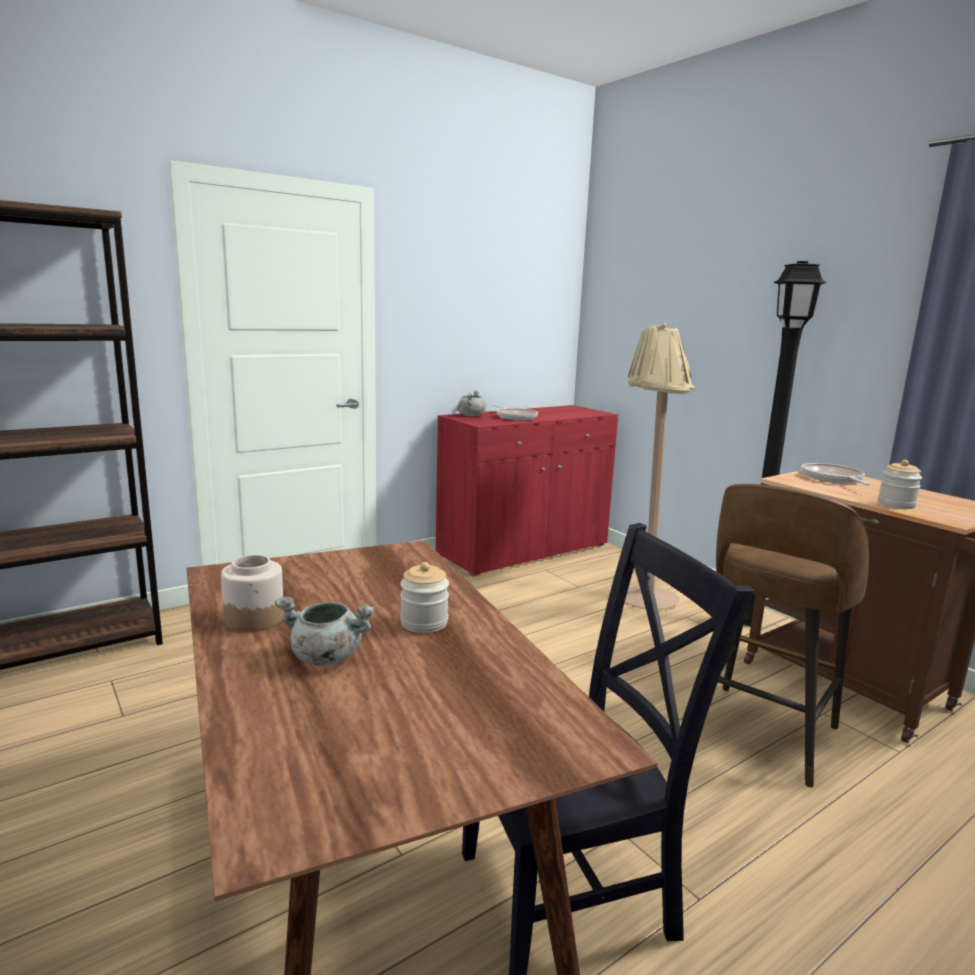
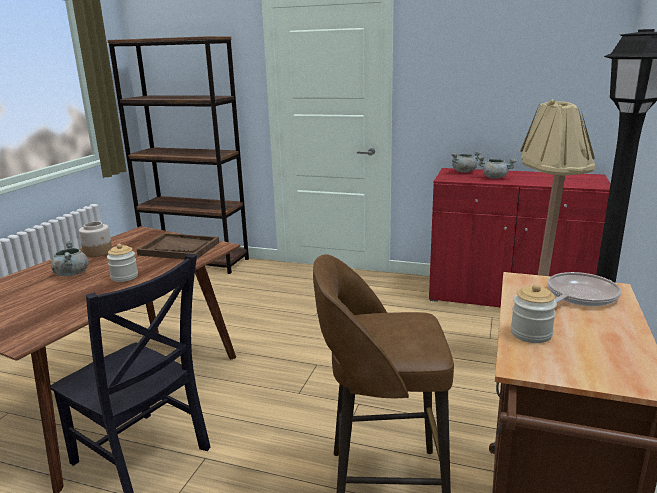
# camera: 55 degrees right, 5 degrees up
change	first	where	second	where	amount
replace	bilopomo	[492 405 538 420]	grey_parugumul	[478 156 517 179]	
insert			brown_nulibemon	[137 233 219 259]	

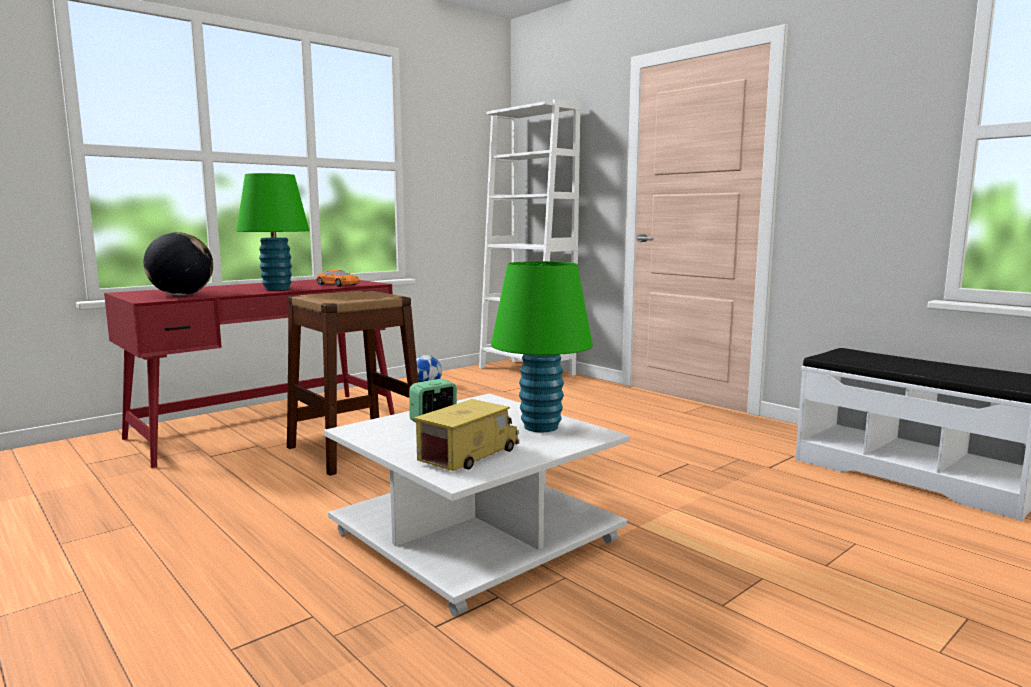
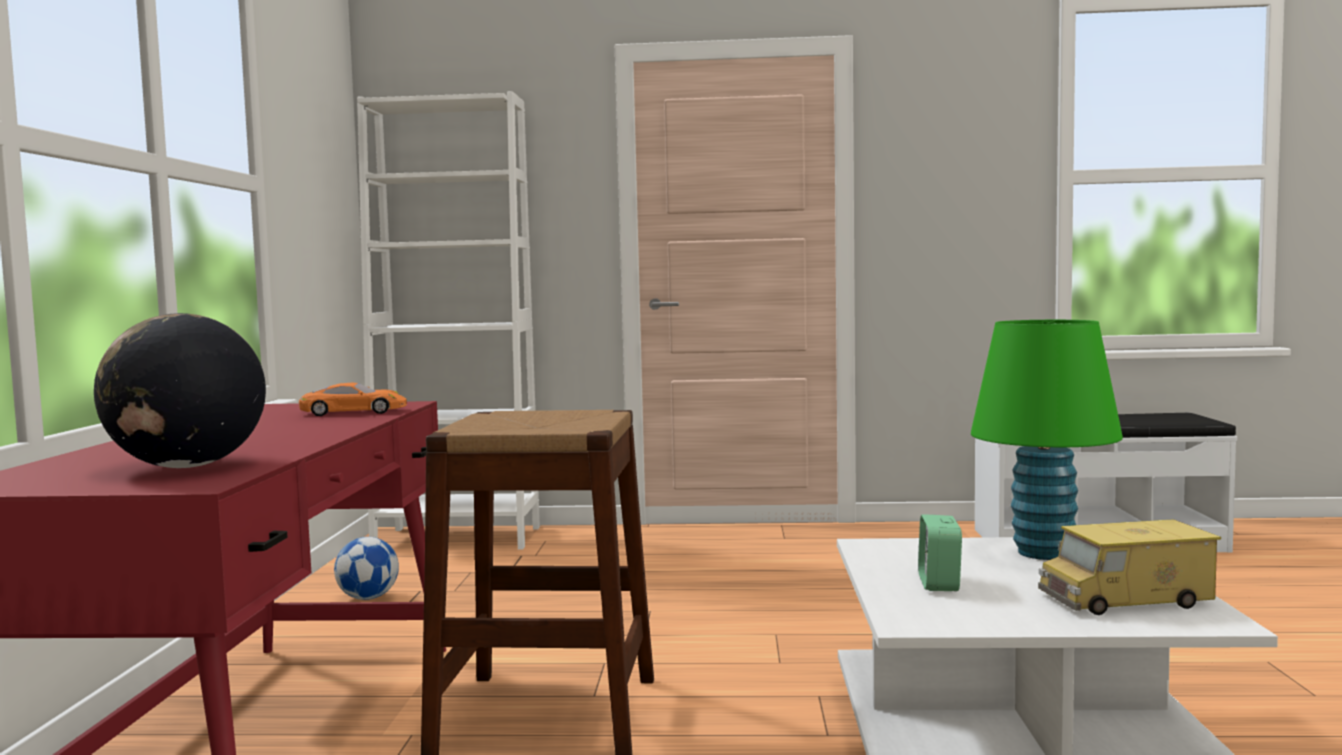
# camera: 45 degrees left, 5 degrees down
change	first	where	second	where	amount
delete	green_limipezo	[237 173 309 290]			
rotate	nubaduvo	[413 399 519 471]		[1038 519 1221 615]	90 degrees counterclockwise

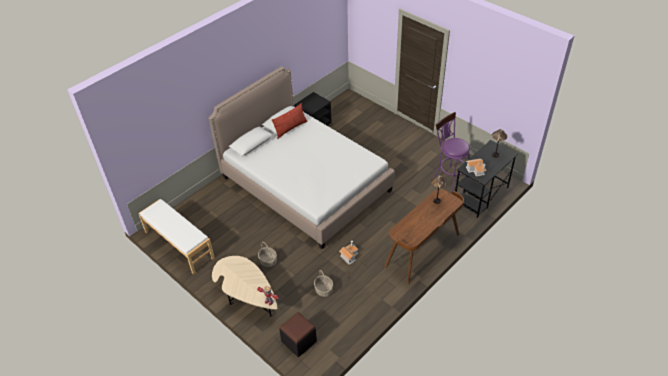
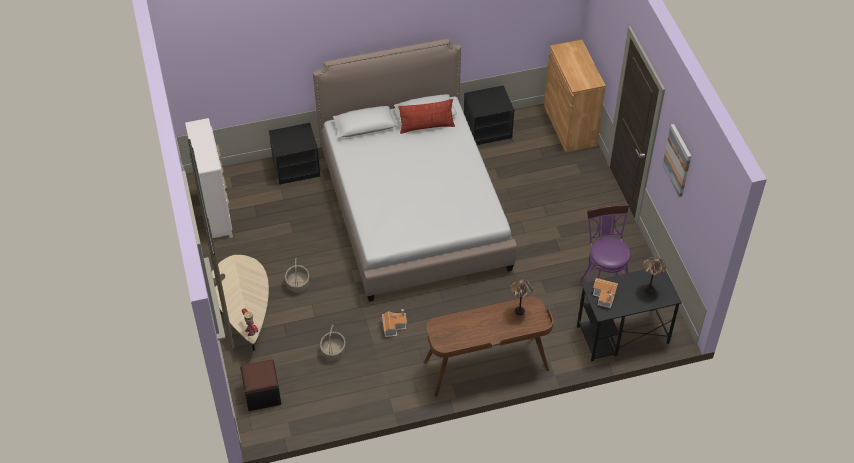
# camera: 30 degrees right, 5 degrees up
change	first	where	second	where	amount
replace	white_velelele	[138 199 215 274]	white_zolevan	[185 118 233 238]	
insert			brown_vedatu	[544 40 606 152]	
insert			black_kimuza	[269 123 320 185]	
insert			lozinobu	[662 124 691 197]	

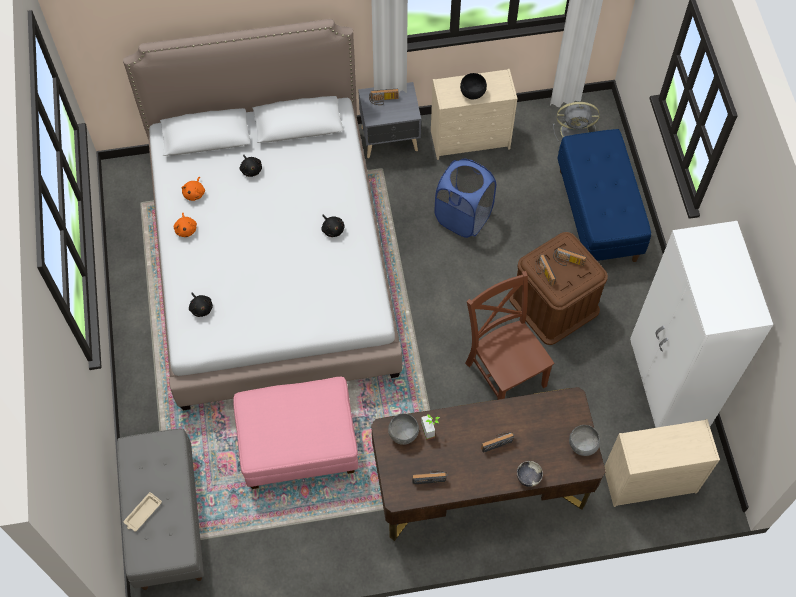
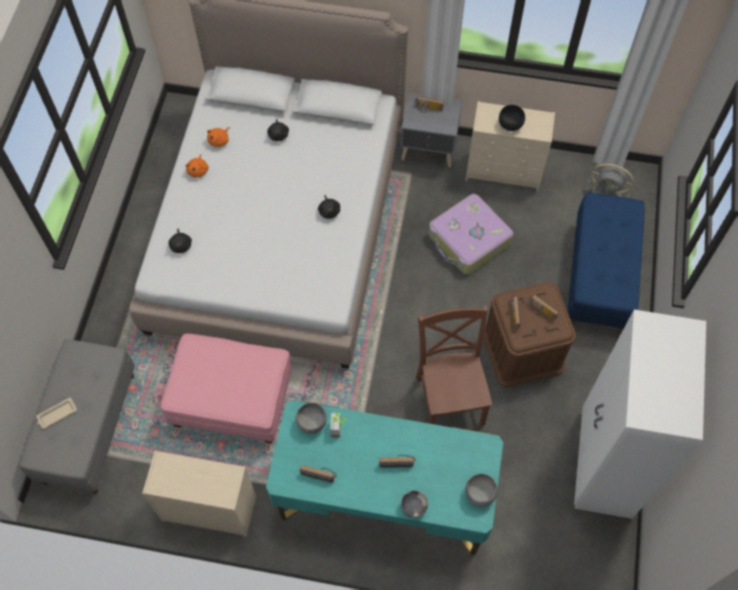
# camera: 20 degrees right, 0 degrees up
change	first	where	second	where	amount
replace	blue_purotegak	[434 159 496 238]	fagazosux	[429 194 513 275]	
recolor	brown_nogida	[371 387 606 541]	turquoise_nogida	[266 400 503 555]	
move	beige_zolevan	[604 419 720 507]		[142 450 256 537]	

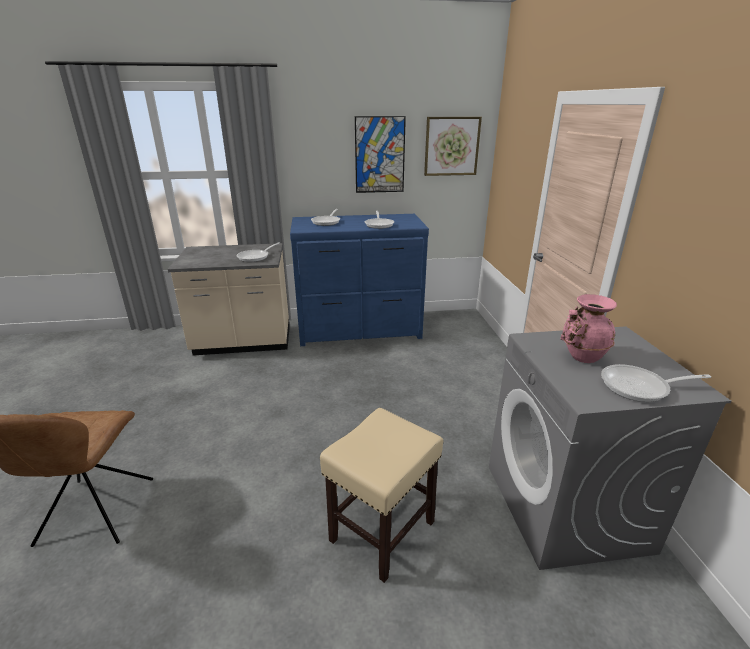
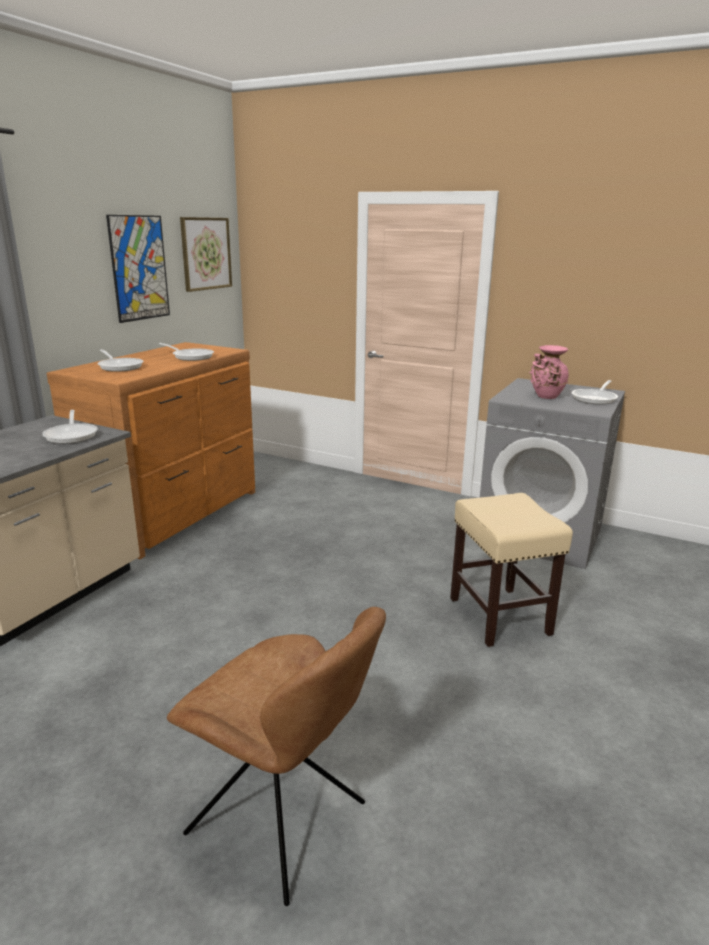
# camera: 55 degrees left, 5 degrees down
change	first	where	second	where	amount
recolor	blue_zolevan	[290 214 429 346]	brown_zolevan	[47 342 255 559]	

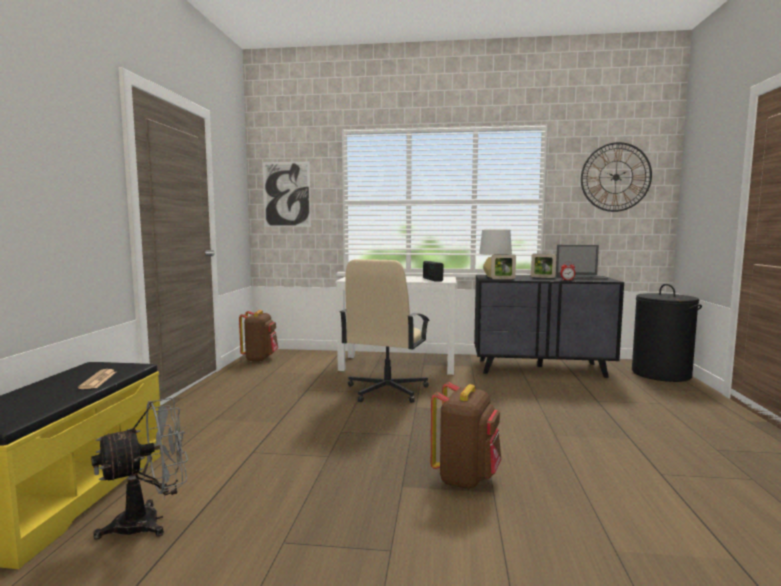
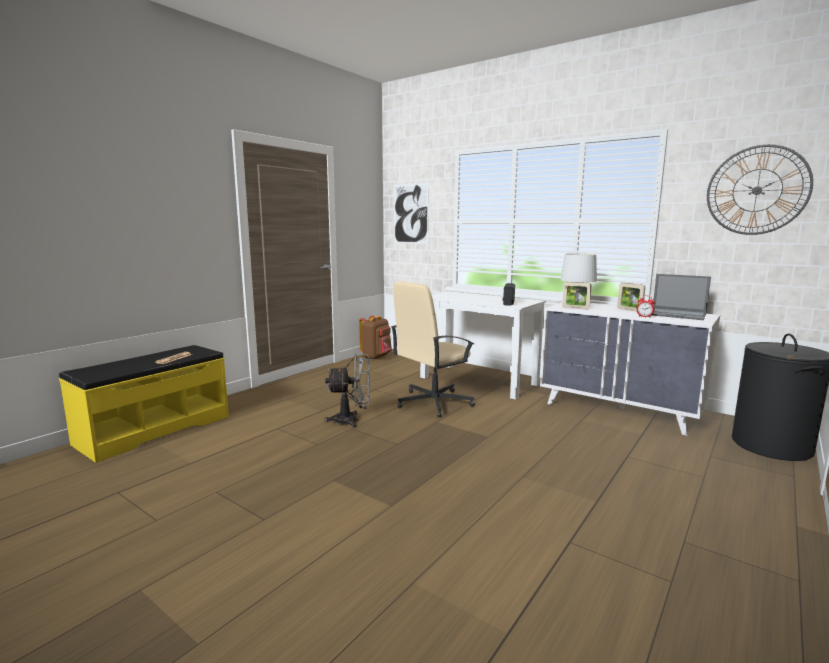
# camera: 30 degrees right, 5 degrees up
change	first	where	second	where	amount
recolor	black_zolevan	[474 275 624 378]	white_zolevan	[540 302 720 436]	
delete	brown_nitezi	[431 382 501 489]			
move	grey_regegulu	[91 398 188 539]		[325 354 370 428]	

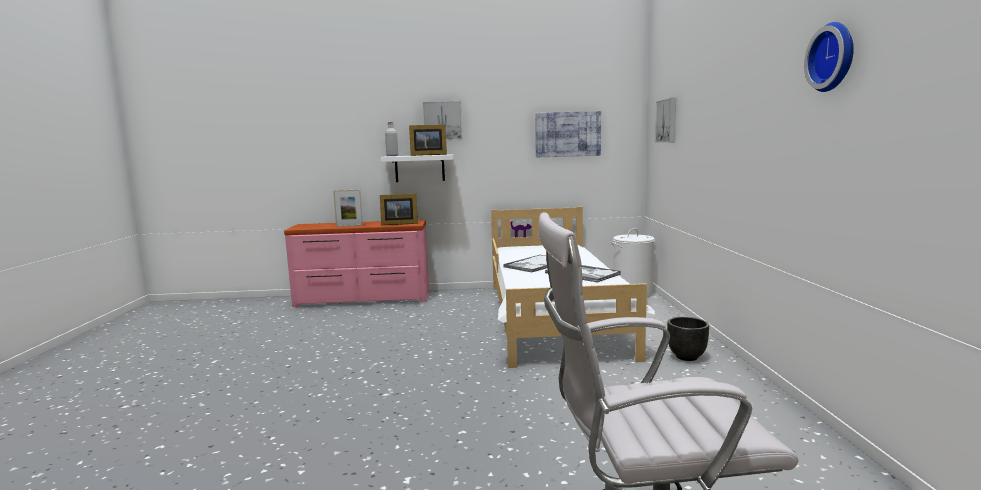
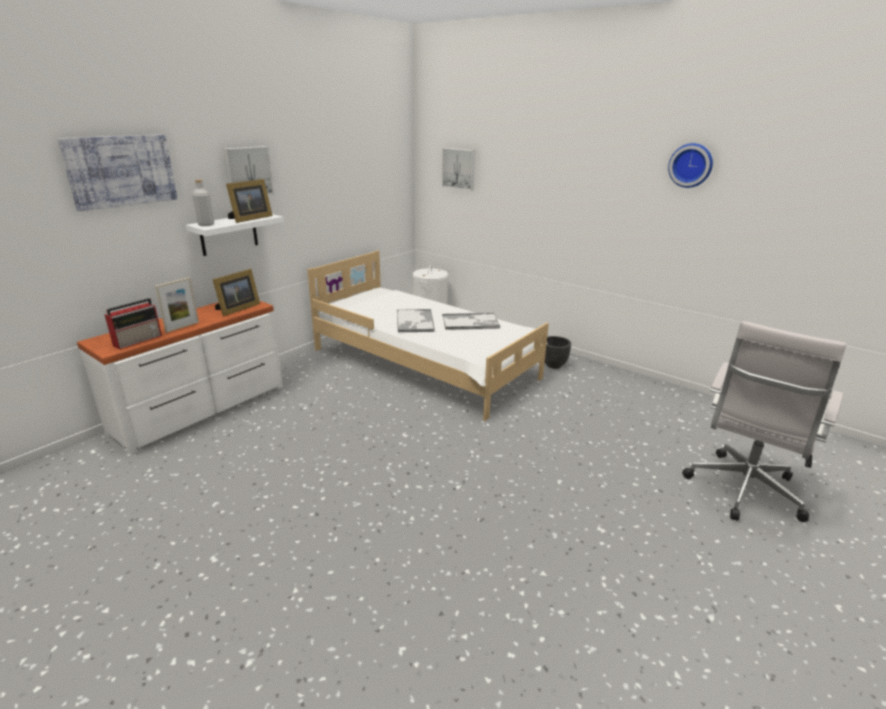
# camera: 50 degrees left, 15 degrees up
change	first	where	second	where	amount
move	lozinobu	[535 111 601 157]		[57 134 178 212]	
recolor	pink_zolevan	[284 220 429 308]	white_zolevan	[77 301 283 455]	
insert			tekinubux	[104 298 162 349]	

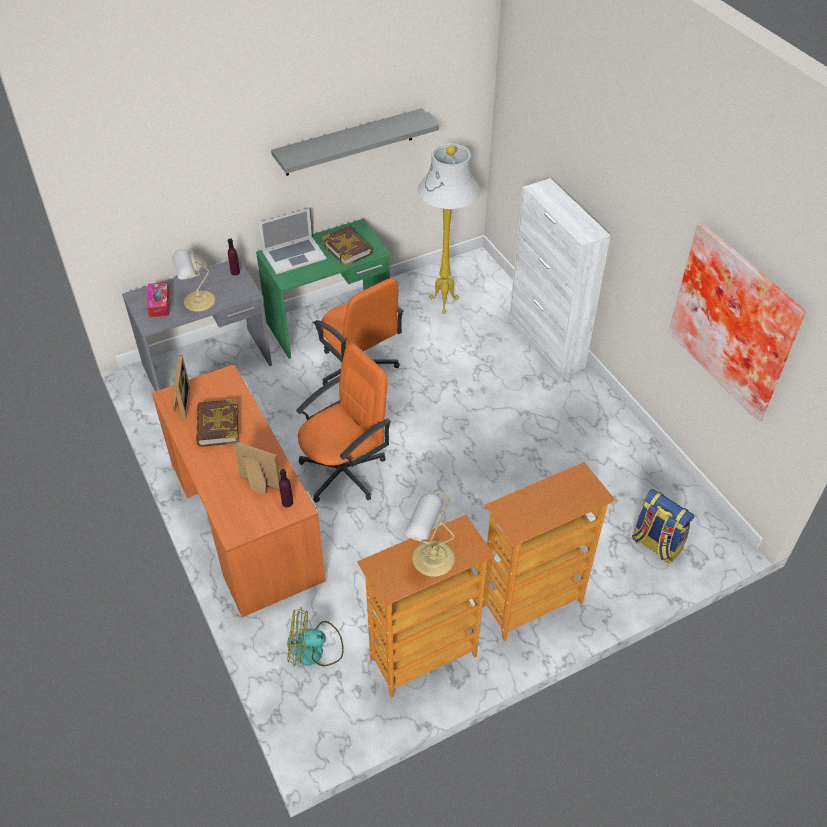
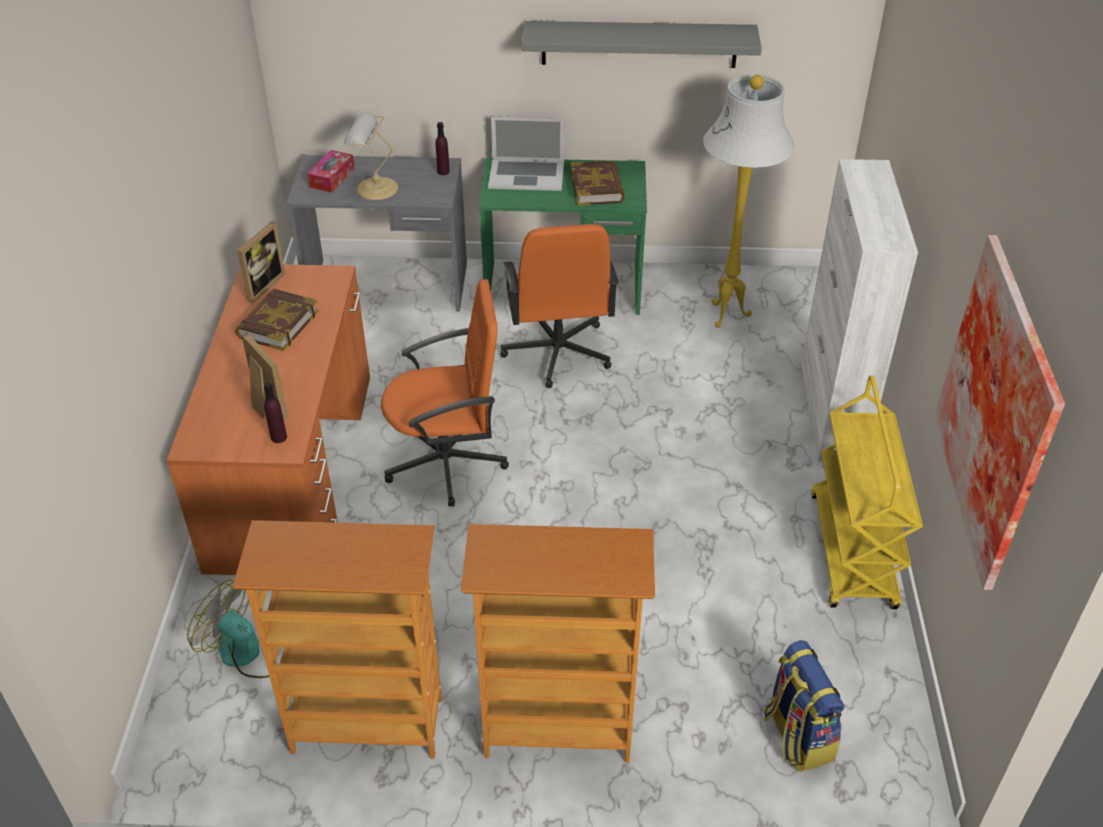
# camera: 30 degrees right, 5 degrees down
change	first	where	second	where	amount
delete	limipezo	[405 493 455 577]			
insert			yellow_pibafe	[811 376 923 609]	

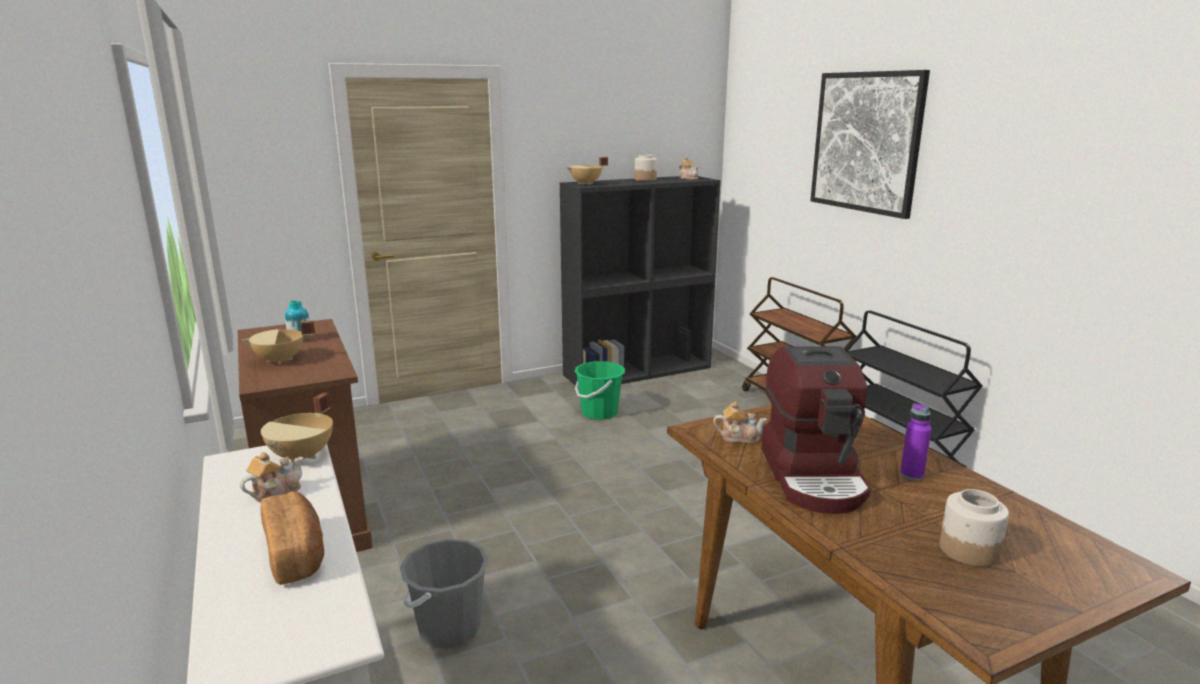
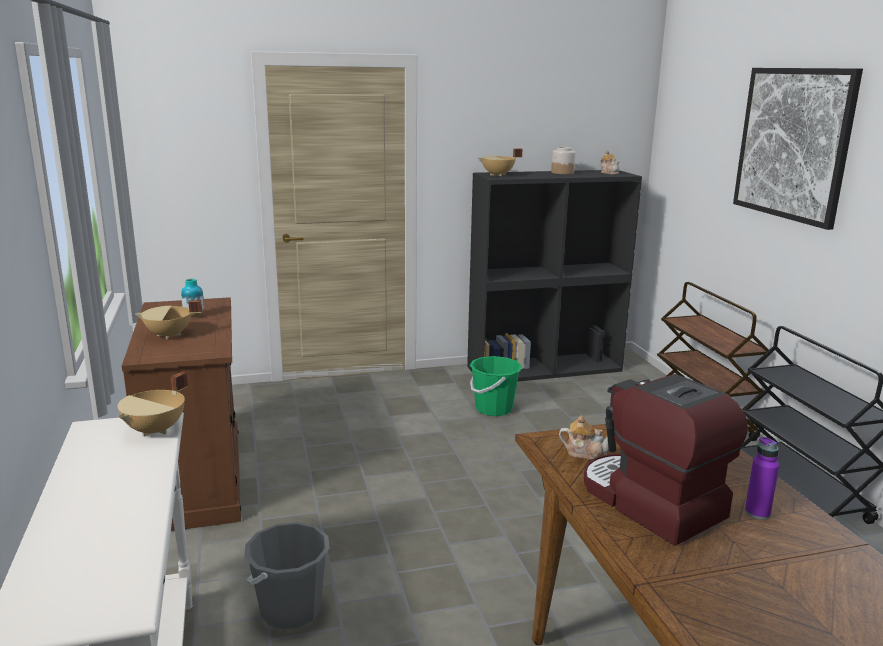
# camera: 10 degrees right, 0 degrees up
change	first	where	second	where	amount
rotate	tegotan	[761 346 871 514]		[584 374 748 546]	135 degrees clockwise
delete	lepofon	[240 452 303 503]			
delete	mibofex	[940 489 1009 567]			
delete	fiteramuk	[261 491 324 585]			

